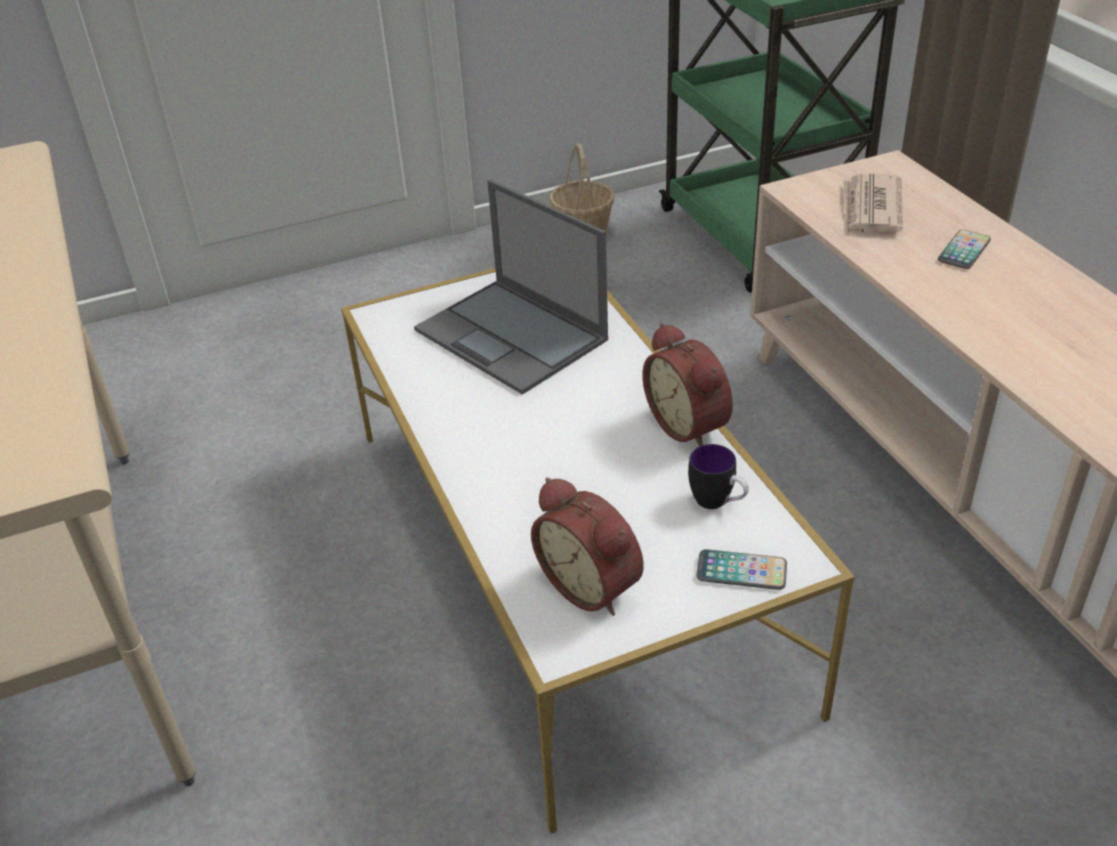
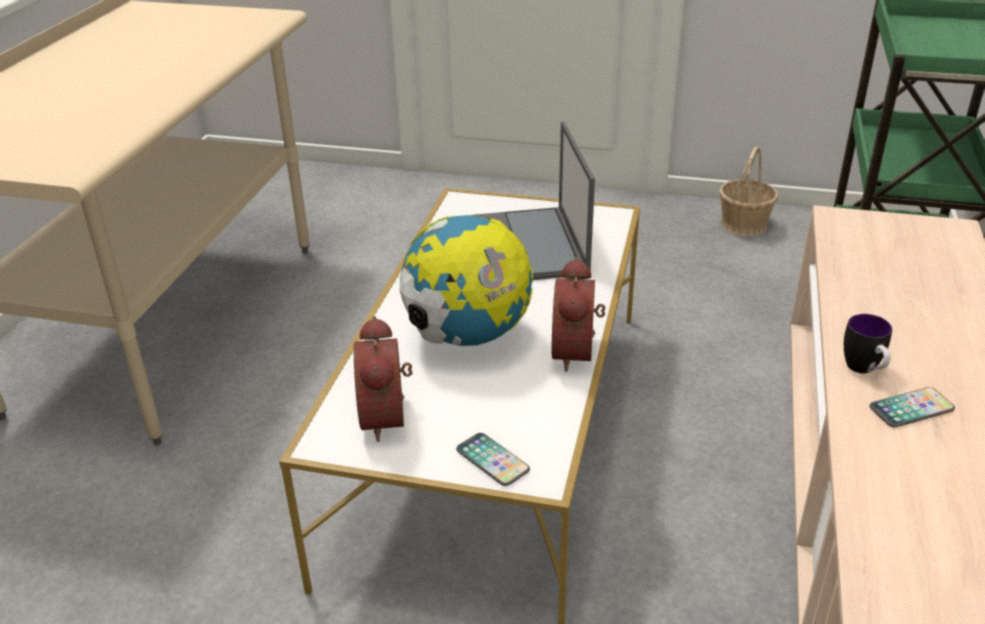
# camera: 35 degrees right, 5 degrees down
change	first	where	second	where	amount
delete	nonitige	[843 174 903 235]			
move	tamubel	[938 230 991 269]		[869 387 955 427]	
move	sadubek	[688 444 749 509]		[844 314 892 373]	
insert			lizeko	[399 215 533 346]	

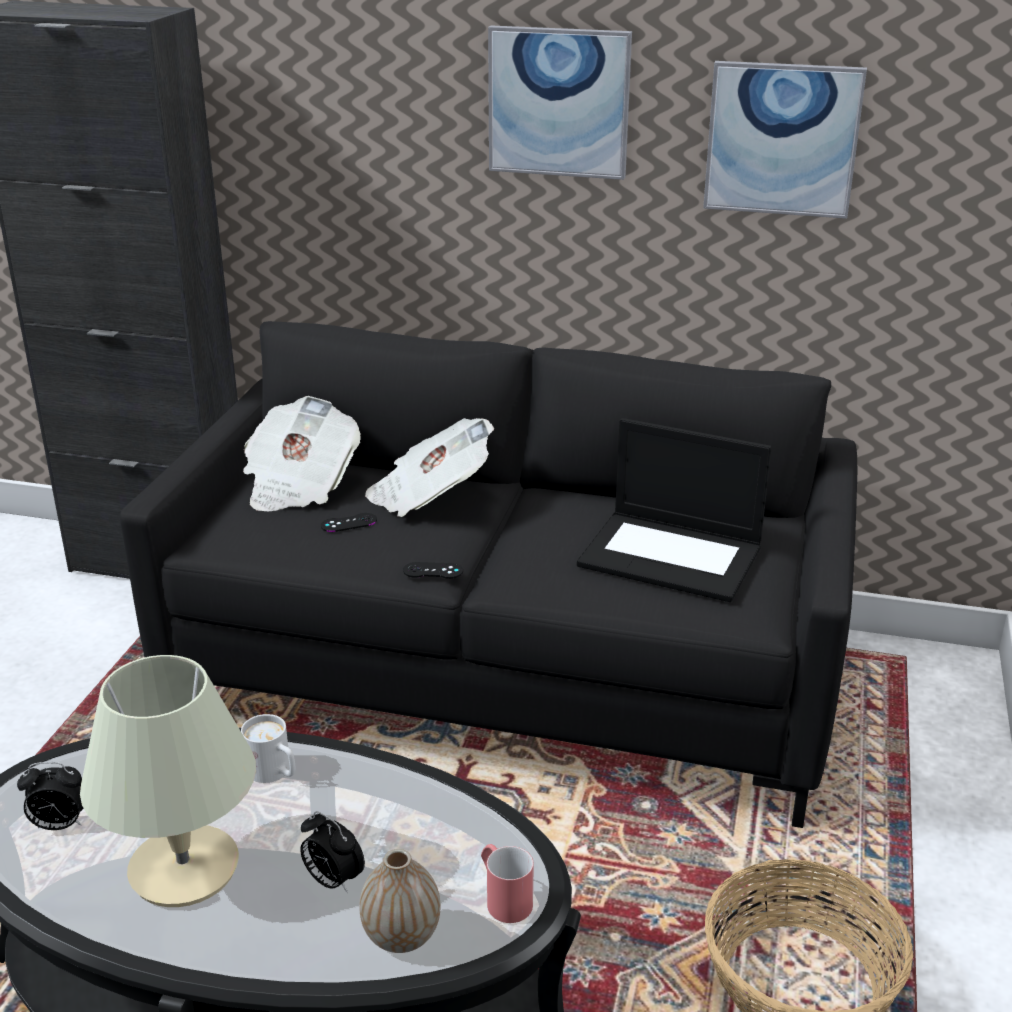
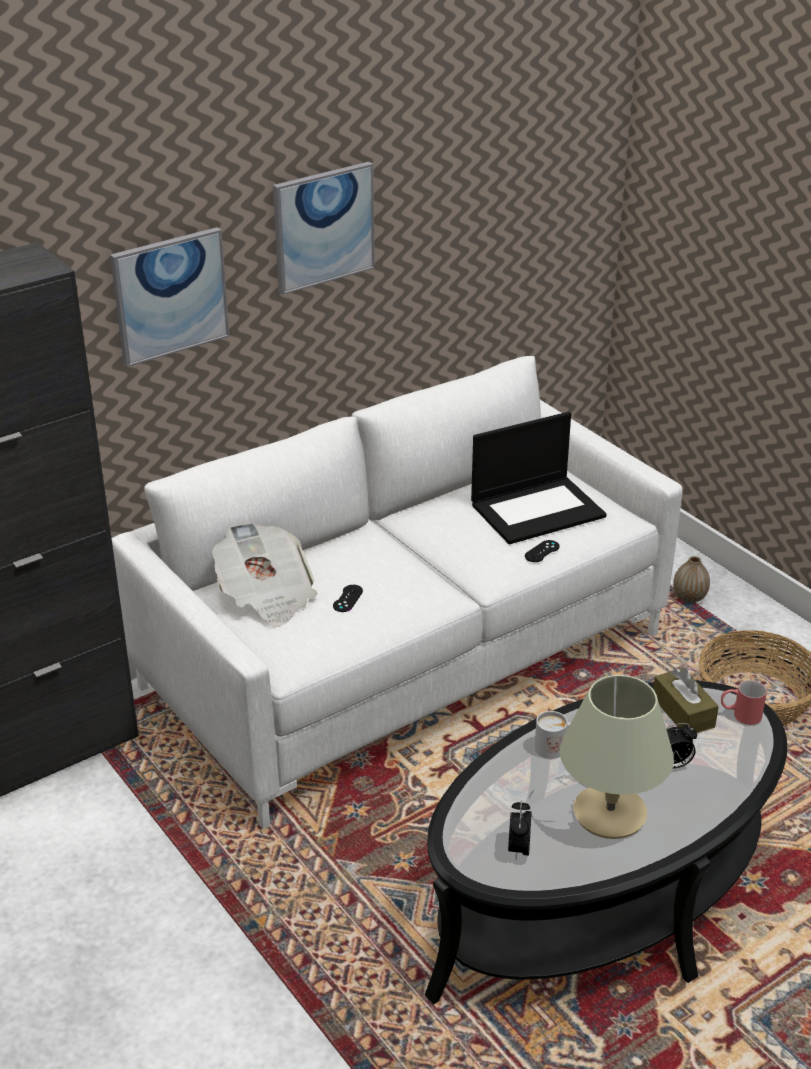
# camera: 50 degrees left, 5 degrees up
change	first	where	second	where	amount
move	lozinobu	[703 61 867 219]		[110 227 229 367]	
recolor	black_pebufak	[120 321 857 828]	white_pebufak	[111 356 683 829]	
delete	nonitige	[365 418 494 517]			
move	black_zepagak	[403 562 463 579]		[525 540 559 562]	
rotate	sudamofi	[17 762 83 830]		[508 800 532 860]	150 degrees clockwise
move	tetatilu	[360 849 441 953]		[673 556 710 603]	
insert			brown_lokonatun	[653 668 719 733]	

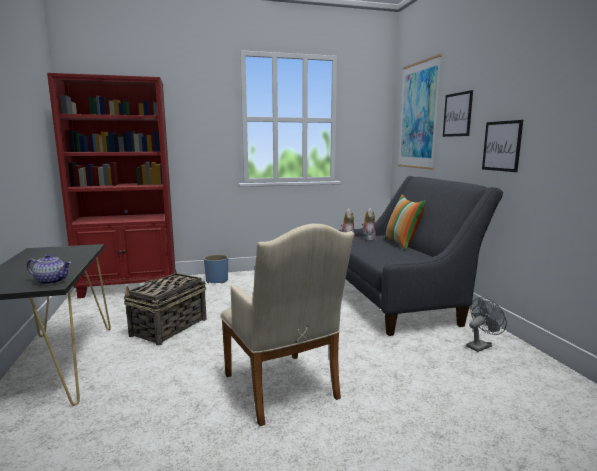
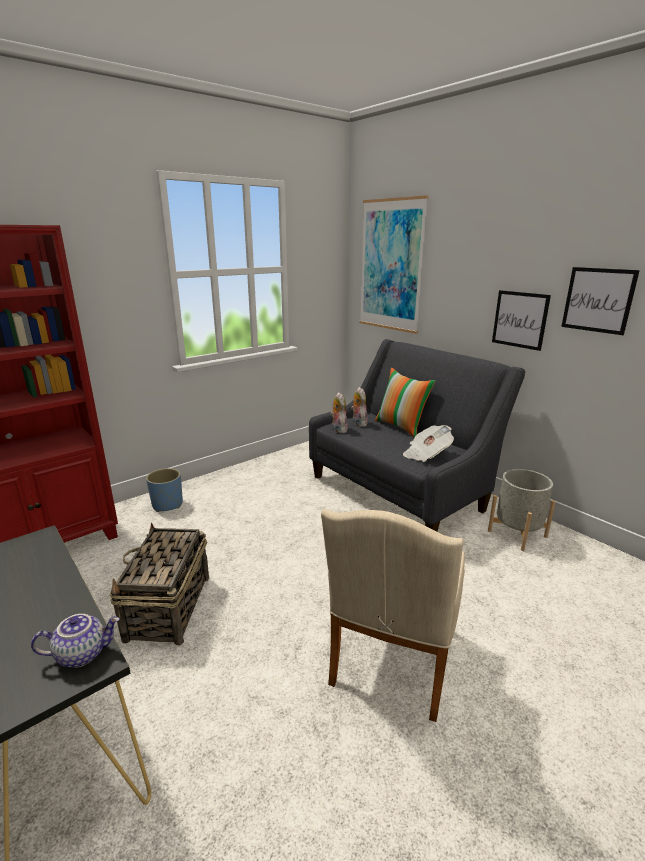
# camera: 25 degrees left, 10 degrees up
change	first	where	second	where	amount
move	lozinobu	[443 90 473 137]		[561 267 640 335]	
rotate	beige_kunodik	[220 224 354 426]		[321 509 465 722]	75 degrees clockwise
replace	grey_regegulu	[466 297 507 352]	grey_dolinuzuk	[488 469 556 551]	
insert			nonitige	[403 425 454 462]	

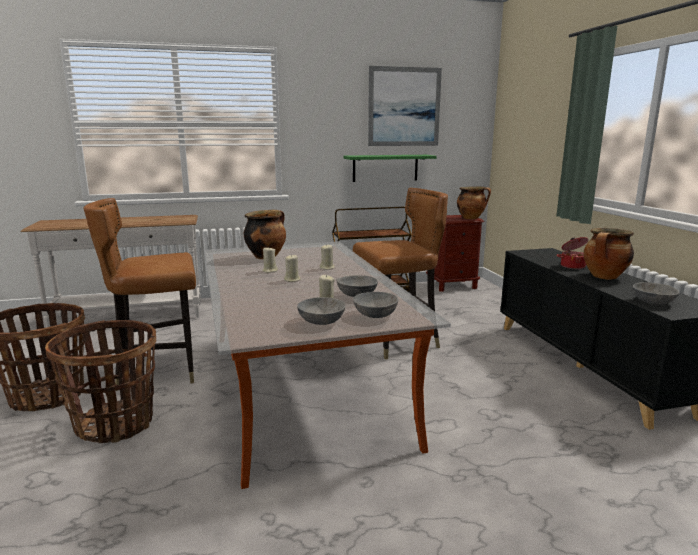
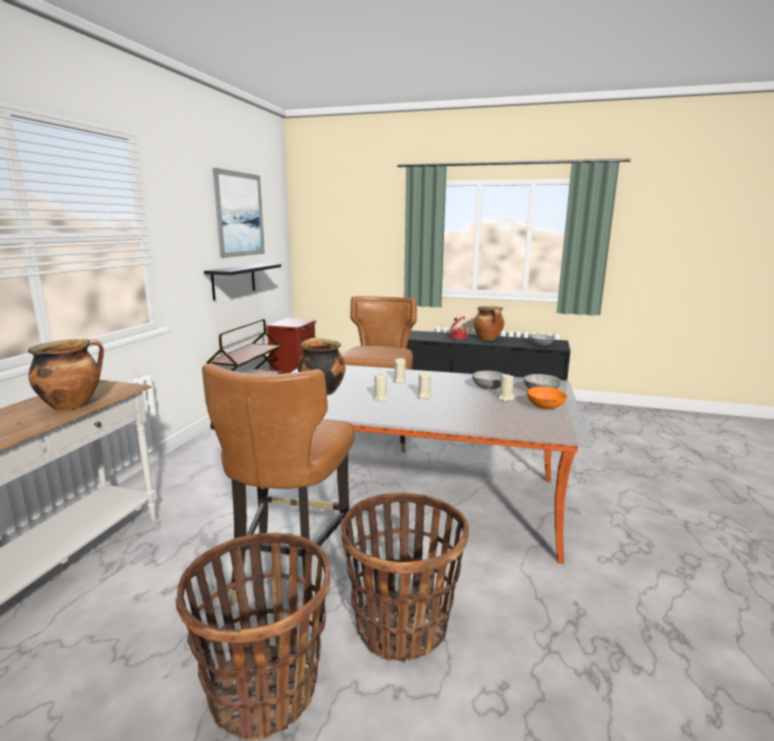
# camera: 60 degrees left, 0 degrees up
change	first	where	second	where	amount
recolor	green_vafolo	[343 155 437 182]	black_vafolo	[204 263 281 300]	
move	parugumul	[457 186 491 219]		[28 339 104 411]	
recolor	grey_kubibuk	[297 297 345 325]	orange_kubibuk	[527 387 567 409]	

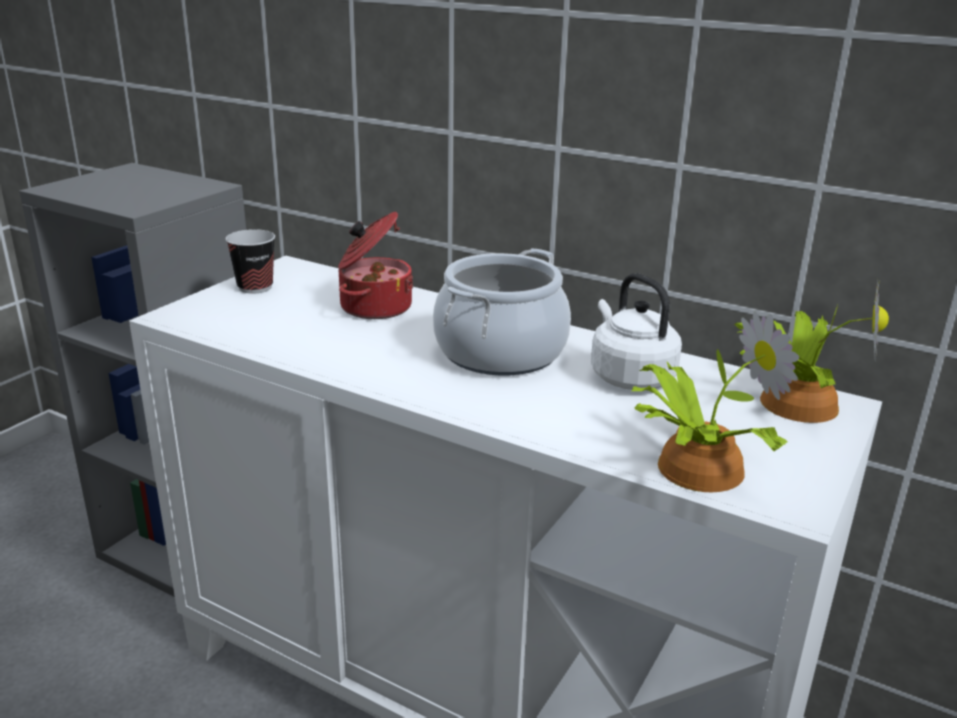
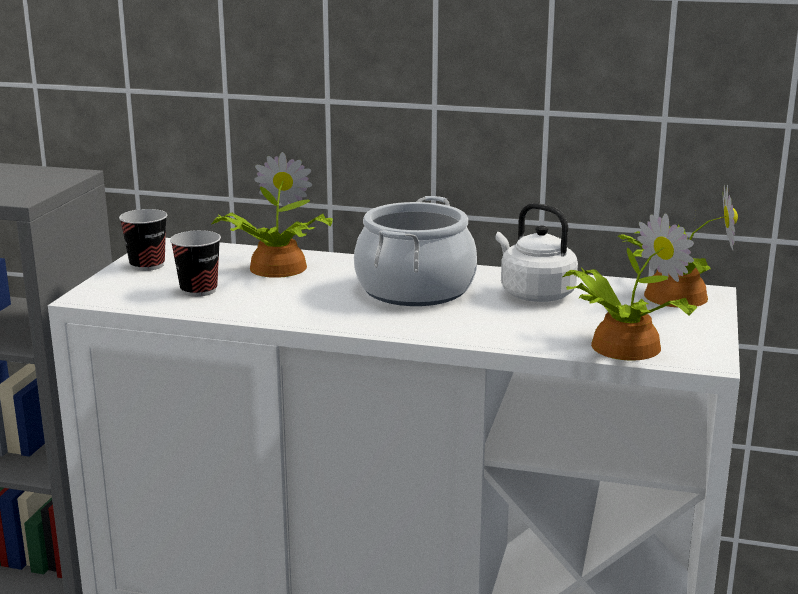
# camera: 15 degrees left, 5 degrees down
change	first	where	second	where	amount
replace	parugumul	[338 212 413 319]	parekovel	[212 152 333 278]	
insert			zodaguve	[170 230 221 297]	

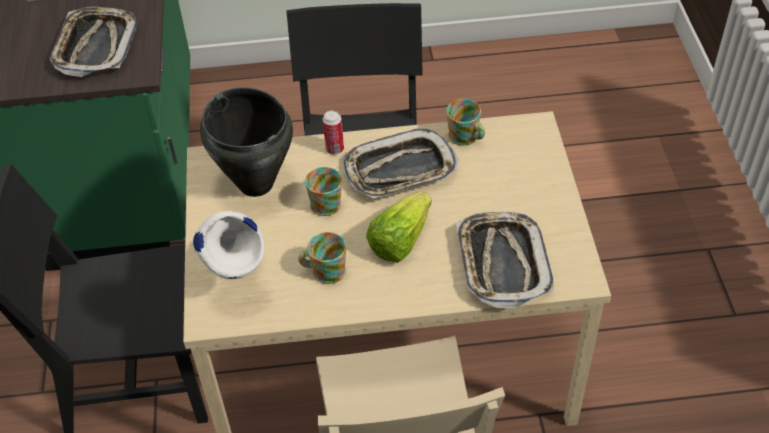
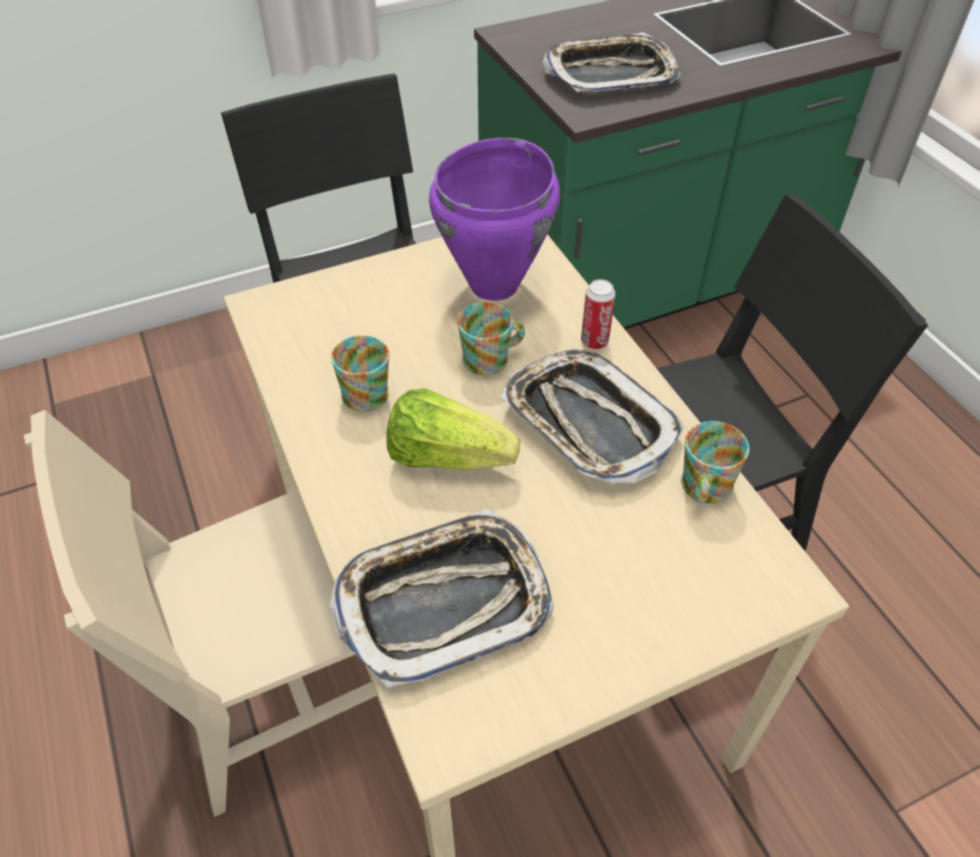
# camera: 70 degrees right, 0 degrees up
change	first	where	second	where	amount
recolor	black_parugumul	[200 87 293 197]	purple_parugumul	[429 138 560 301]	
delete	white_tetatilu	[193 211 265 279]			

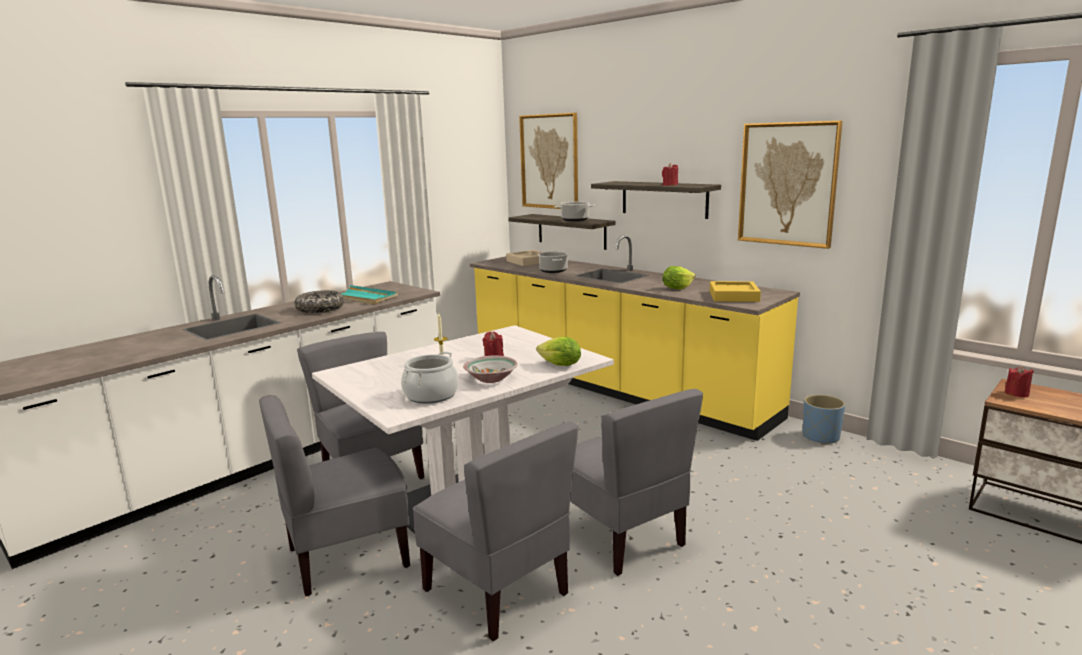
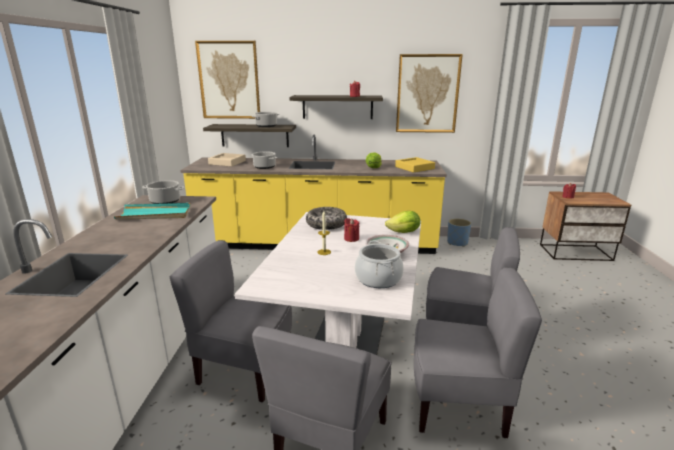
# camera: 40 degrees left, 5 degrees up
change	first	where	second	where	amount
move	kubibuk	[295 290 344 313]		[306 207 347 230]	
insert			parugumul	[142 180 185 204]	

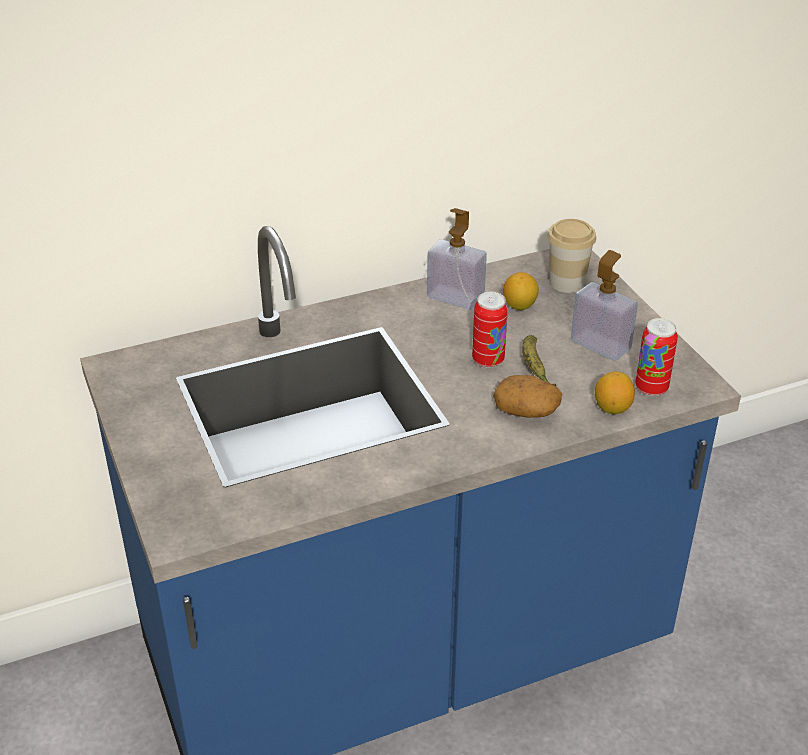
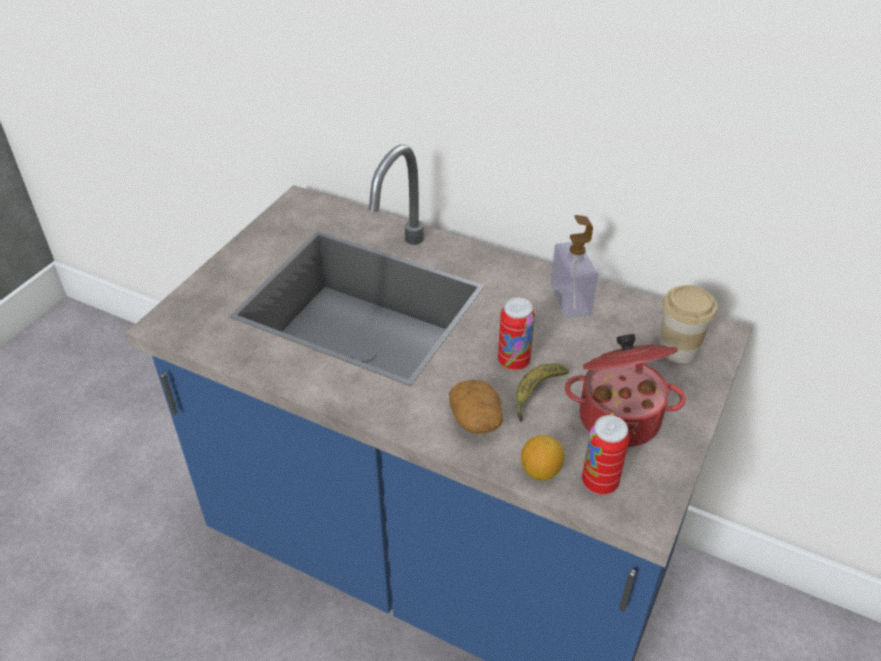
# camera: 50 degrees right, 5 degrees up
change	first	where	second	where	amount
replace	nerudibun	[571 250 638 361]	parugumul	[565 334 686 447]	
delete	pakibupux	[503 272 539 310]			

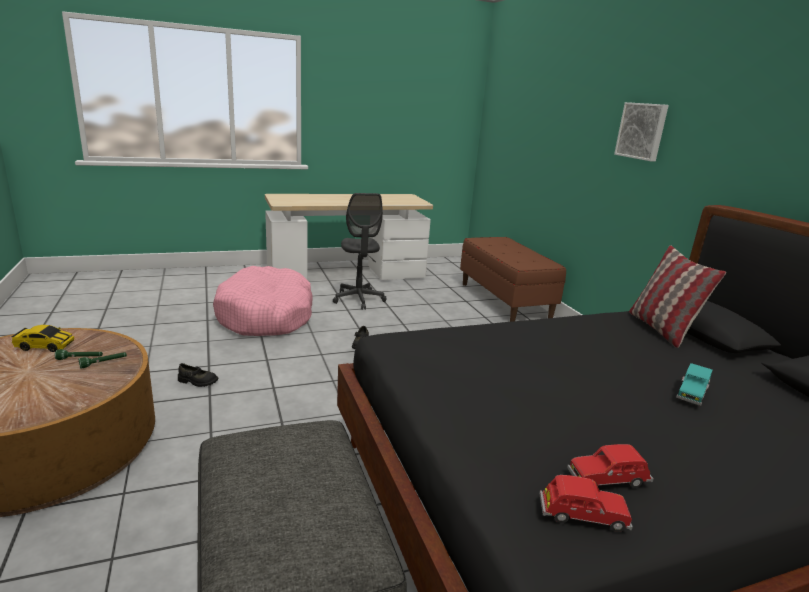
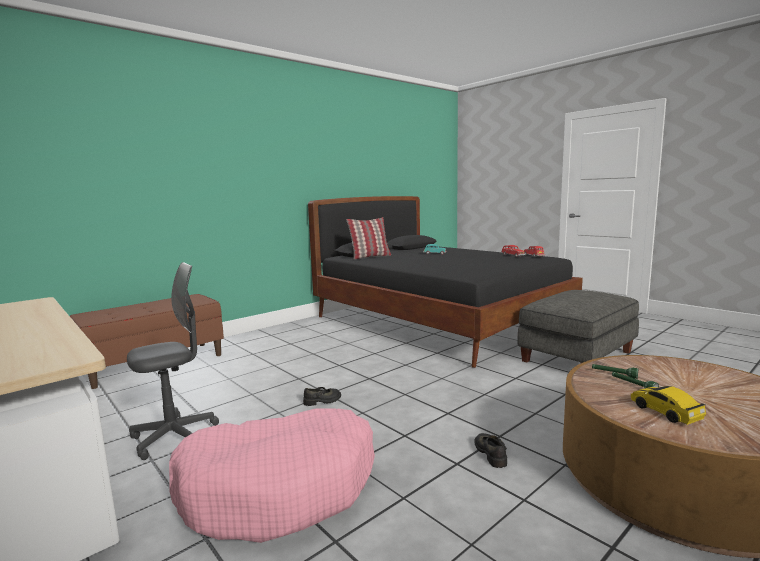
# camera: 110 degrees left, 10 degrees down
change	first	where	second	where	amount
delete	lozinobu	[614 102 669 161]			

